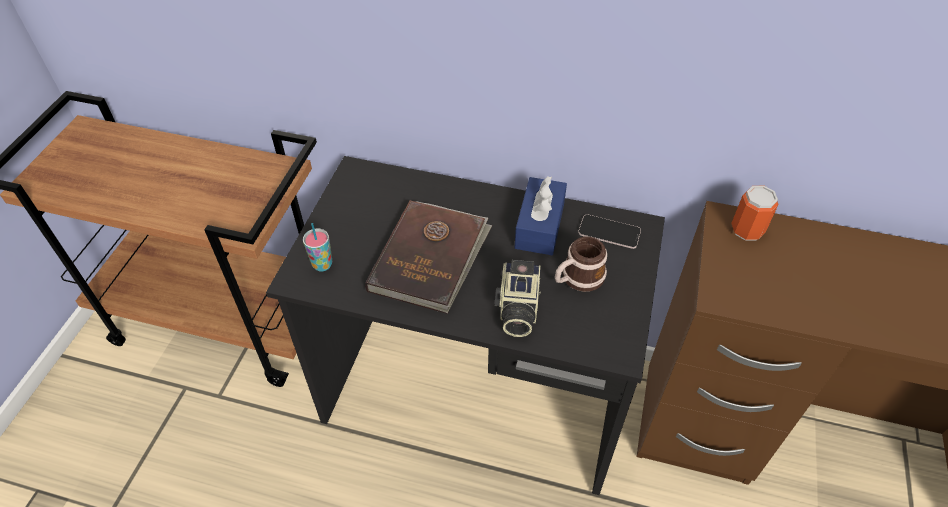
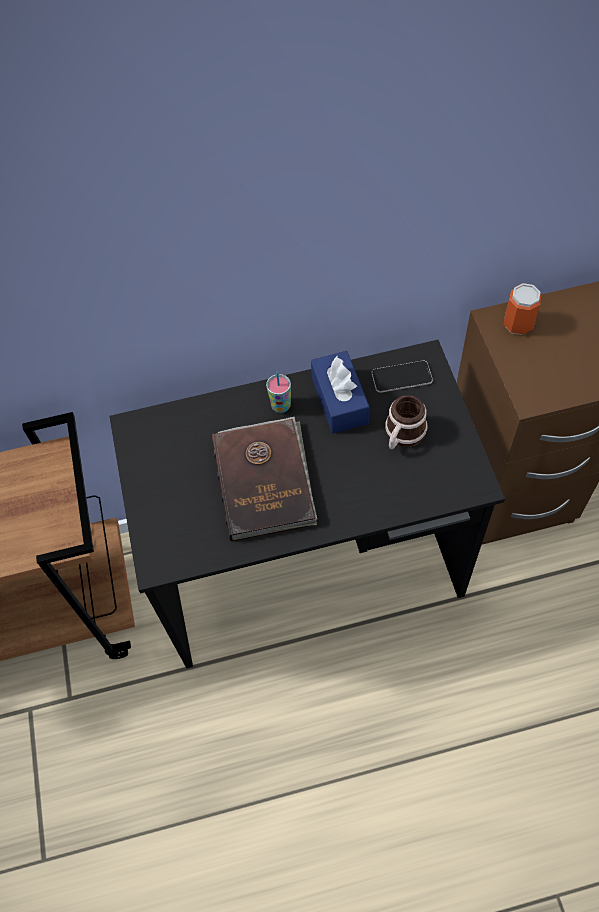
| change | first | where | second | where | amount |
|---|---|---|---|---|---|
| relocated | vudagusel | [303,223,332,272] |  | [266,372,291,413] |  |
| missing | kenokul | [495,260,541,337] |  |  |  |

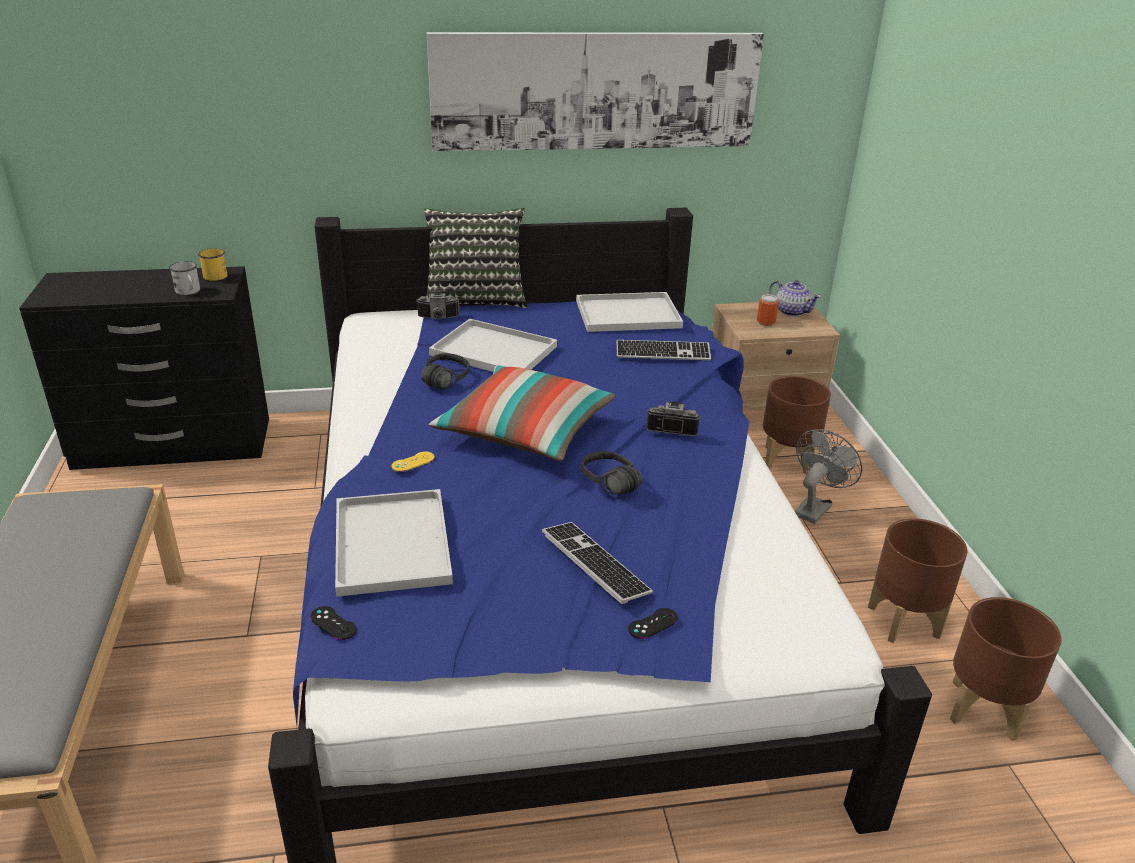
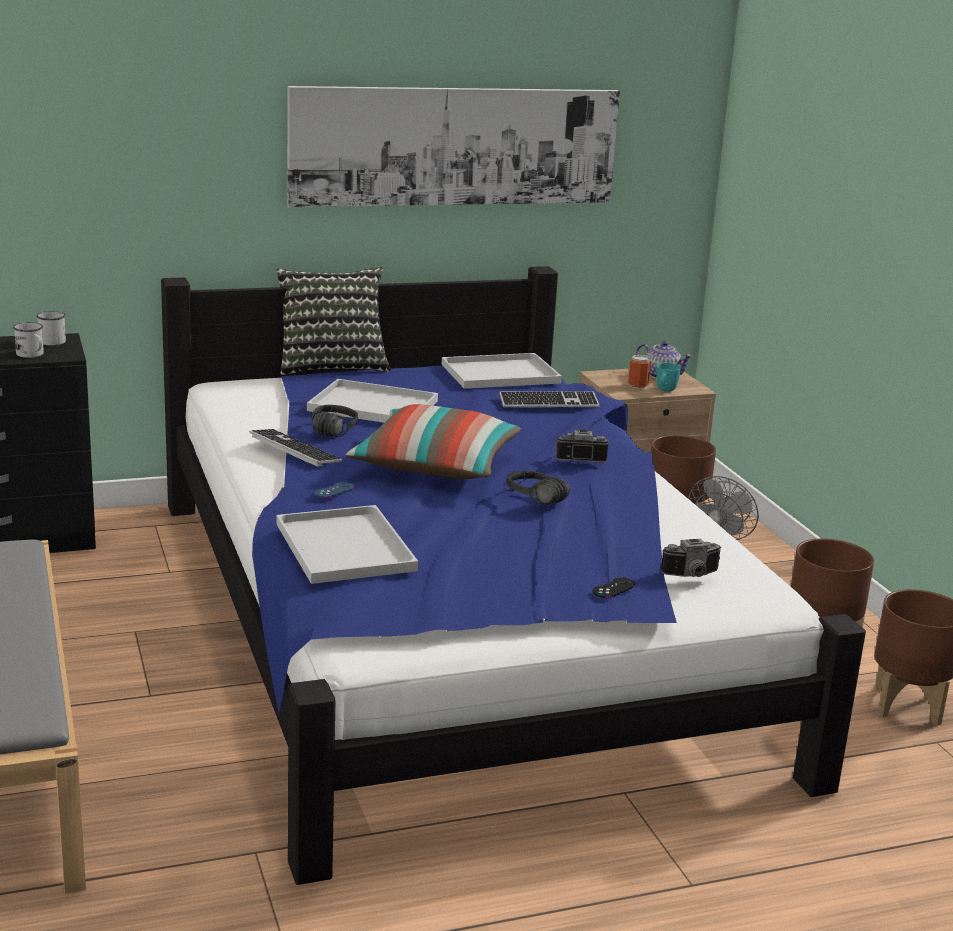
| change | first | where | second | where | amount |
|---|---|---|---|---|---|
| colour | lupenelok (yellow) | [198,248,227,281] | lupenelok (white) | [36,311,66,346] |  |
| missing | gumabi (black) | [310,606,357,640] |  |  |  |
| colour | gumabi (yellow) | [391,452,435,472] | gumabi (blue) | [315,482,355,498] |  |
| relocated | kenokul | [416,293,460,319] |  | [661,539,721,577] |  |
| relocated | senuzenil | [542,522,653,605] |  | [249,429,342,467] |  |
| appeared |  |  | lupenelok (turquoise) | [656,363,681,392] |  |

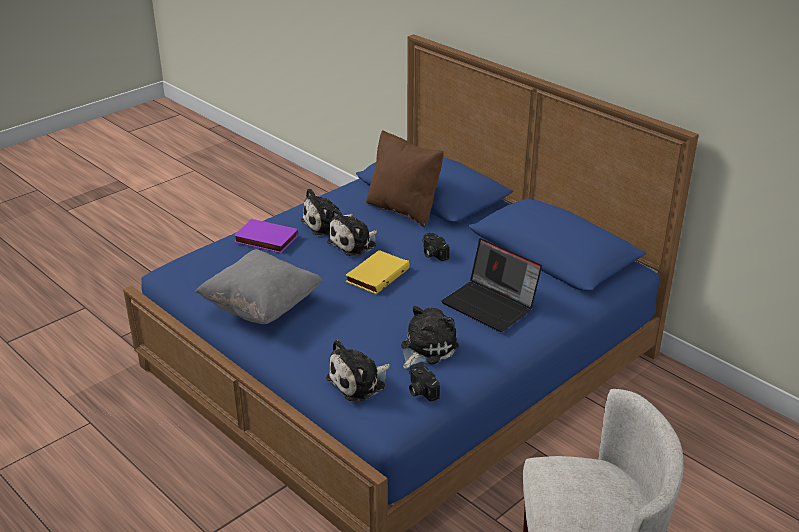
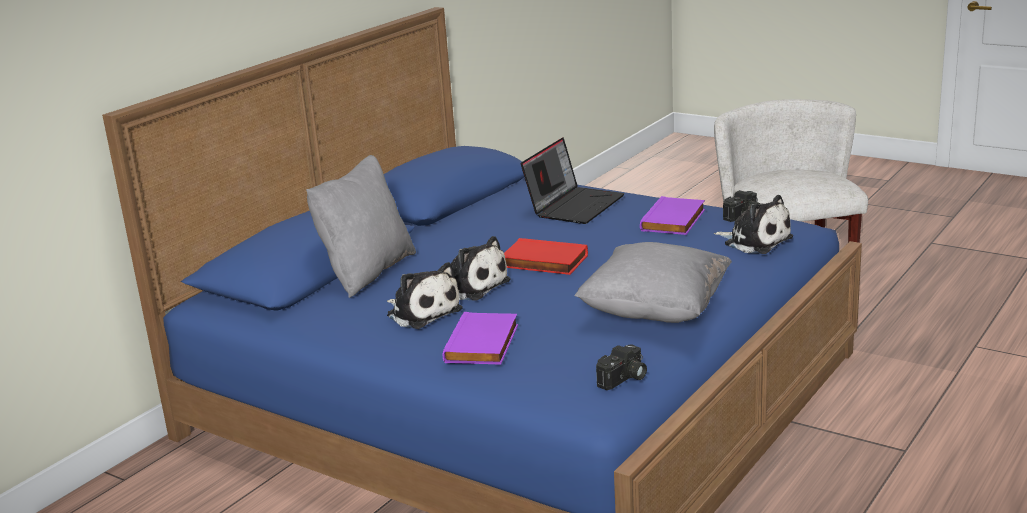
| change | first | where | second | where | amount |
|---|---|---|---|---|---|
| colour | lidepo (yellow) | [346,250,410,294] | lidepo (red) | [504,238,588,275] |  |
| colour | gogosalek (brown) | [366,130,444,228] | gogosalek (grey) | [306,155,416,298] |  |
| exchanged | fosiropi | [401,306,459,369] | lidepo (purple) | [640,196,705,235] |  |
| relocated | kenokul | [422,233,449,261] |  | [596,344,647,390] |  |

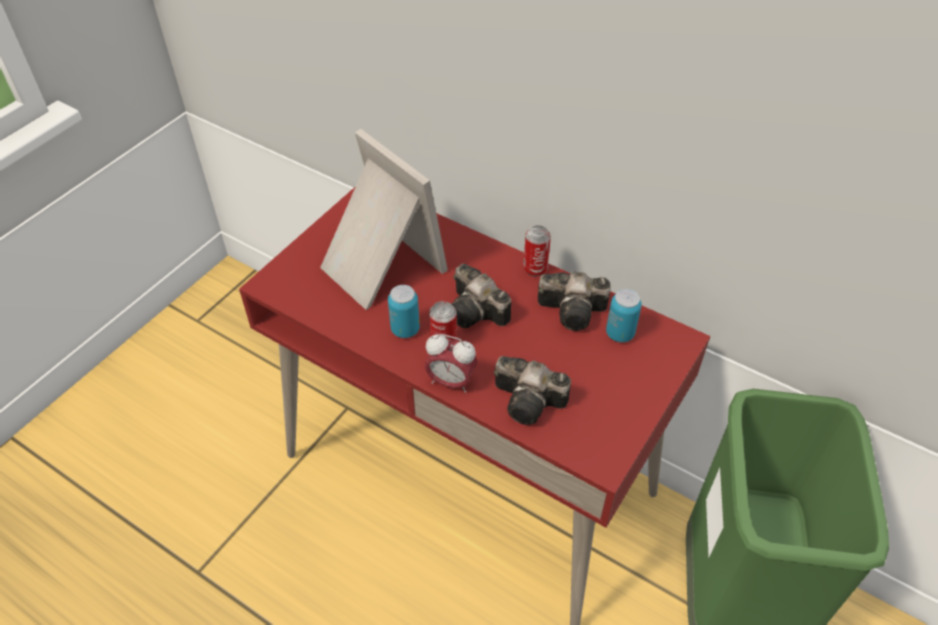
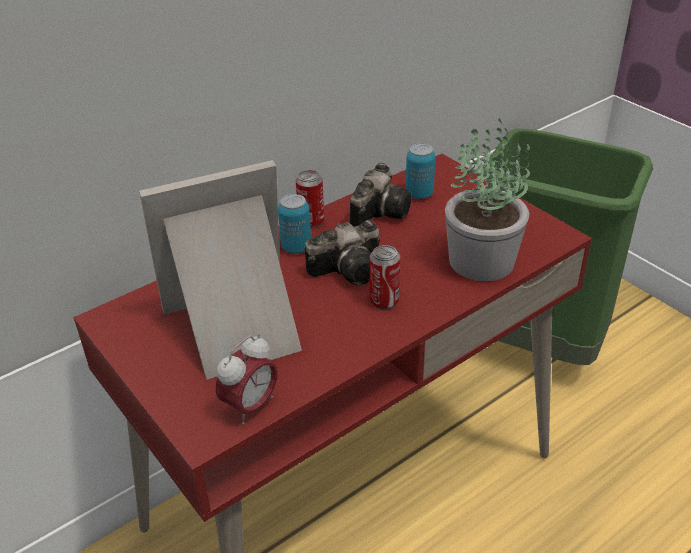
| change | first | where | second | where | amount |
|---|---|---|---|---|---|
| relocated | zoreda | [388,285,420,338] |  | [278,194,311,254] |  |
| relocated | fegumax | [424,334,477,393] |  | [216,335,278,424] |  |
| exchanged | kenokul | [494,356,571,425] | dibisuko | [445,118,530,281] |  |

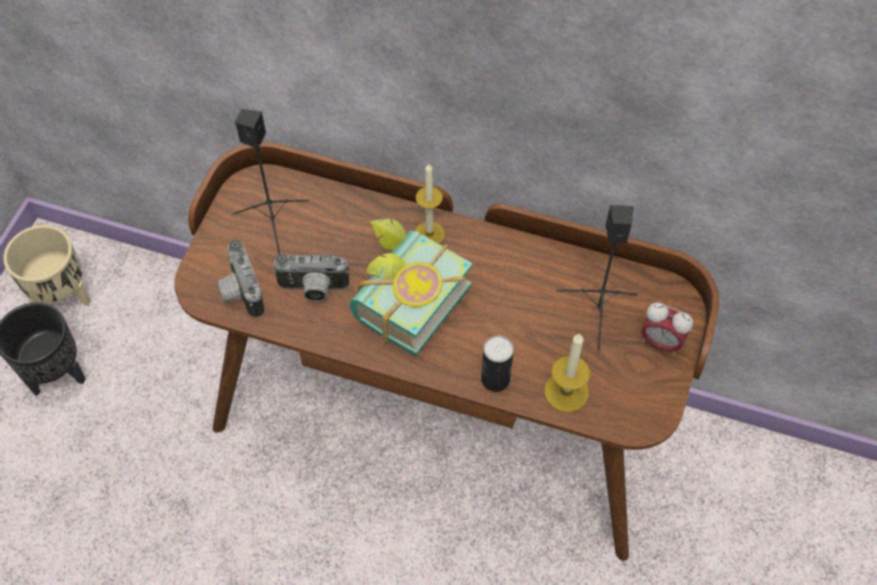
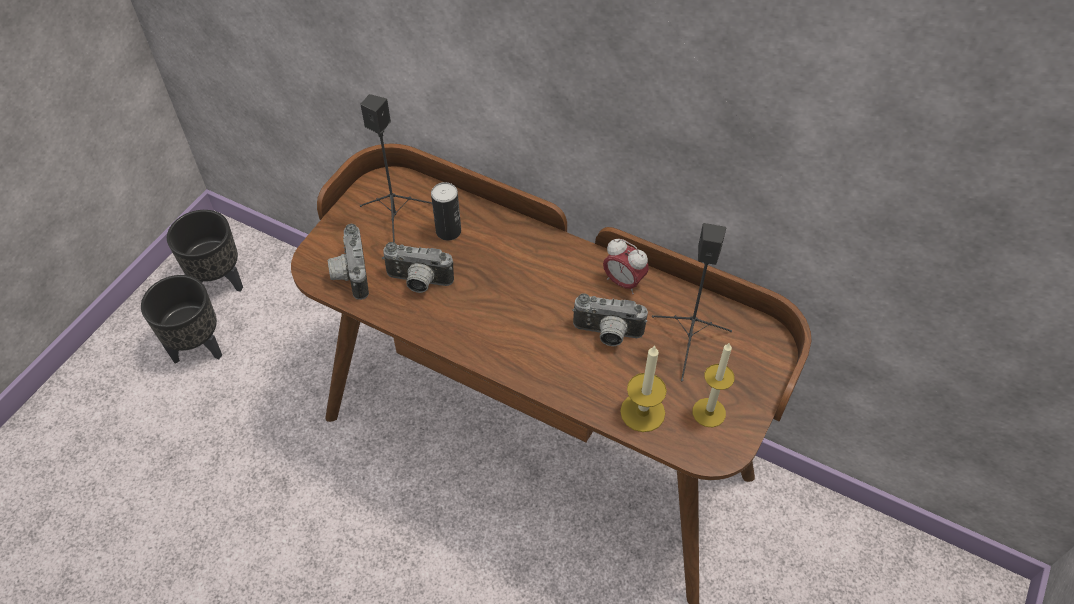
| change | first | where | second | where | amount |
|---|---|---|---|---|---|
| colour | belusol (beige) | [3,225,91,306] | belusol (black) | [167,210,243,292] |  |
| missing | lidepo | [350,218,473,356] |  |  |  |
| relocated | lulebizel | [415,164,445,244] |  | [693,342,735,428] |  |
| relocated | zoreda | [481,336,514,392] |  | [431,182,461,240] |  |
| relocated | fegumax | [641,302,693,355] |  | [603,239,649,294] |  |
| appeared |  |  | kenokul | [572,293,648,346] |  |

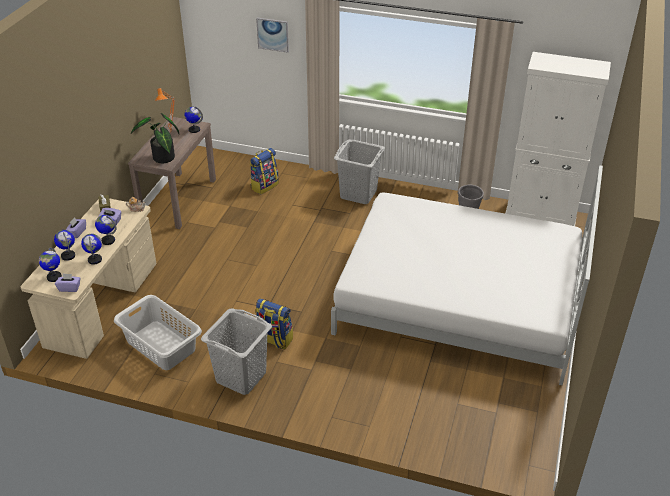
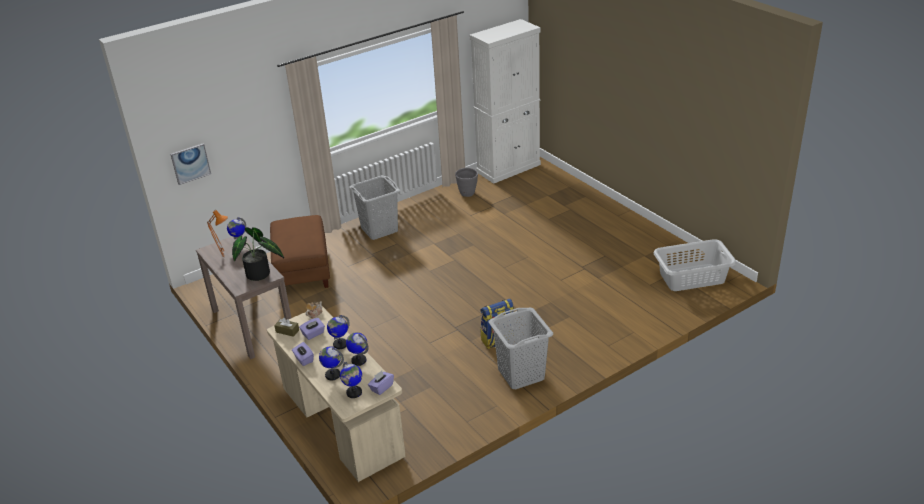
| change | first | where | second | where | amount |
|---|---|---|---|---|---|
| relocated | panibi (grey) | [114,295,202,370] |  | [654,239,736,291] |  |
| exchanged | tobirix | [250,148,279,194] | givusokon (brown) | [270,215,330,288] |  |
| relocated | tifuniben | [256,18,289,53] |  | [170,143,211,185] |  |
| missing | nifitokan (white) | [331,165,603,385] |  |  |  |

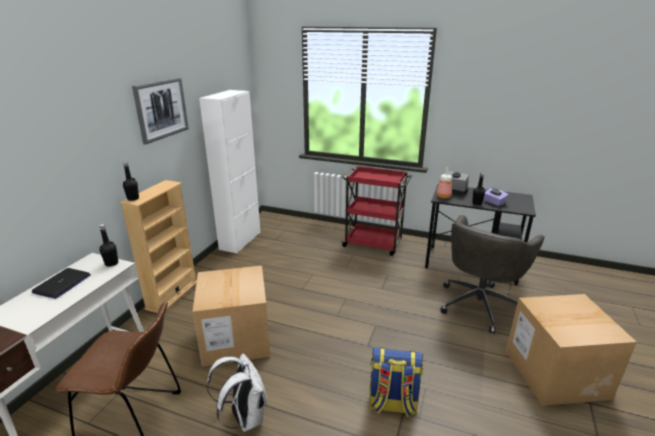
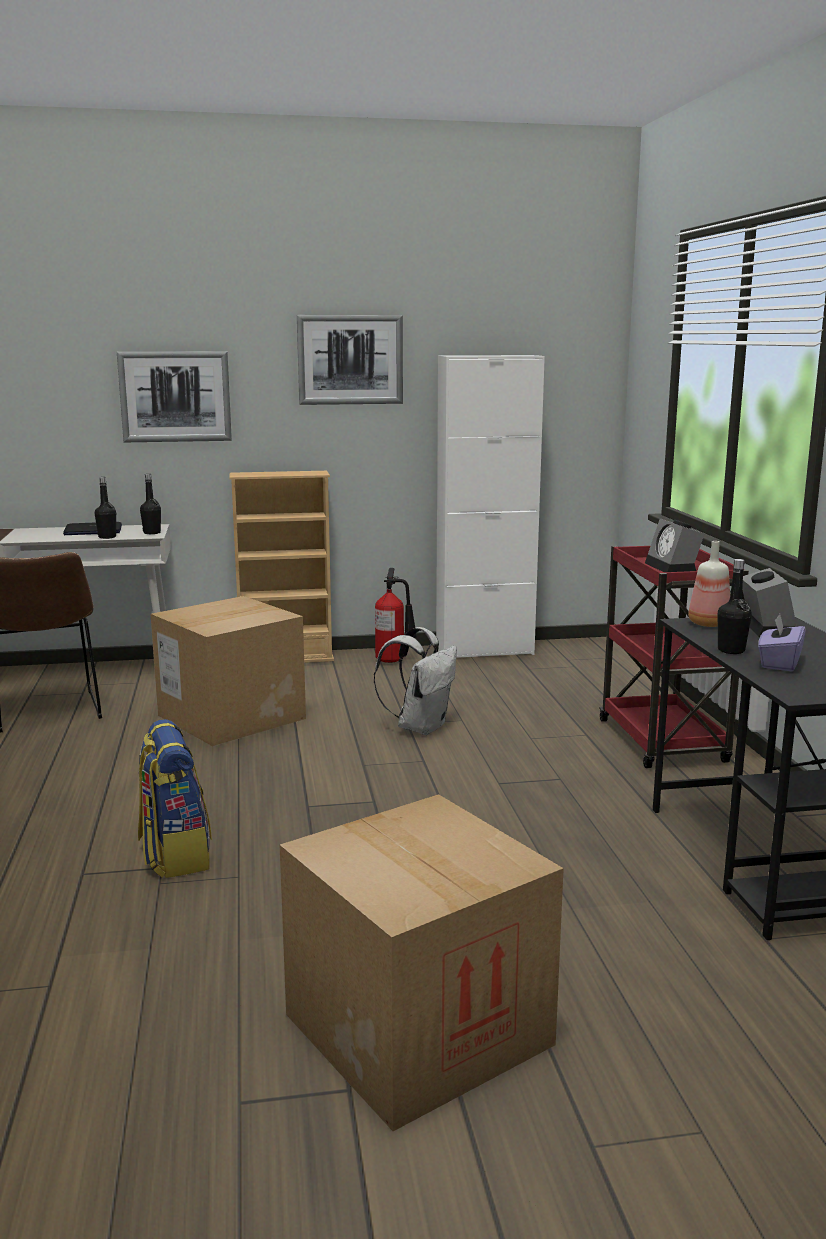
| change | first | where | second | where | amount |
|---|---|---|---|---|---|
| relocated | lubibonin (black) | [123,161,139,201] |  | [95,477,116,539] |  |
| relocated | tobirix (white) | [207,353,267,432] |  | [374,627,457,735] |  |
| missing | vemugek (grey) | [440,215,545,334] |  |  |  |
| appeared |  |  | tifuniben | [117,351,232,442] |  |
| appeared |  |  | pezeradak | [375,568,417,663] |  |
| appeared |  |  | fegumax | [645,518,704,572] |  |

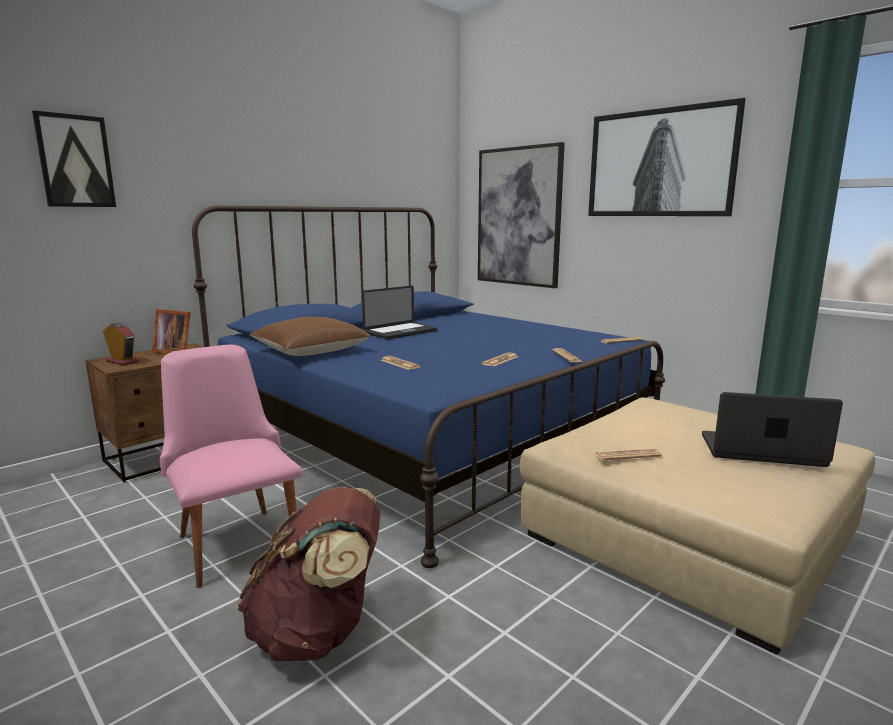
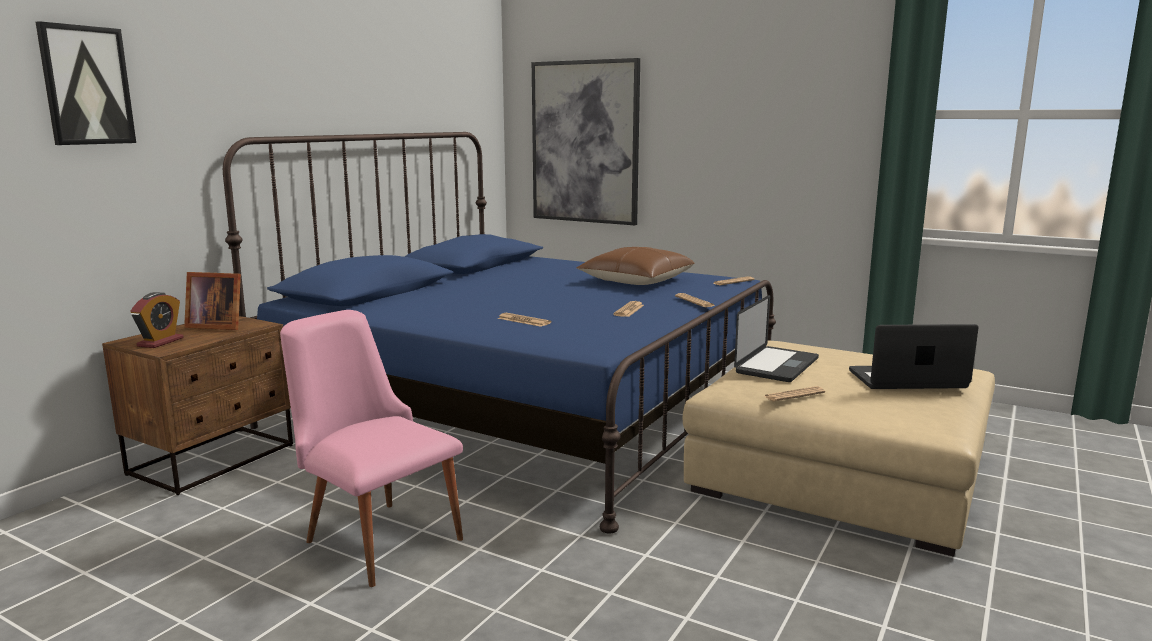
| change | first | where | second | where | amount |
|---|---|---|---|---|---|
| spun | fegumax | [103,323,139,366] |  | [130,292,183,348] | 90 degrees clockwise |
| missing | tobirix (brown) | [238,487,380,661] |  |  |  |
| relocated | gogosalek (brown) | [249,317,370,356] |  | [577,247,695,285] |  |
| relocated | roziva | [362,286,438,339] |  | [734,295,819,382] |  |
| missing | tifuniben | [588,98,746,216] |  |  |  |

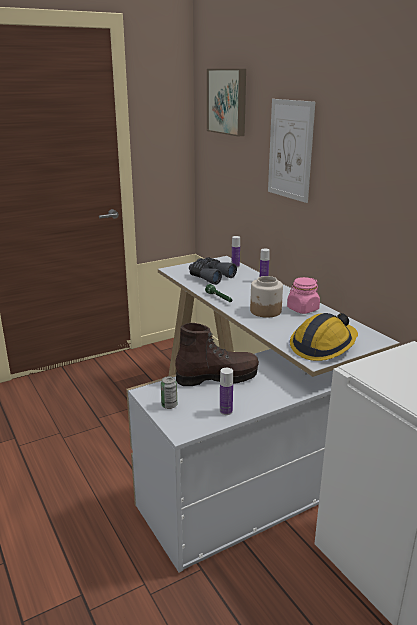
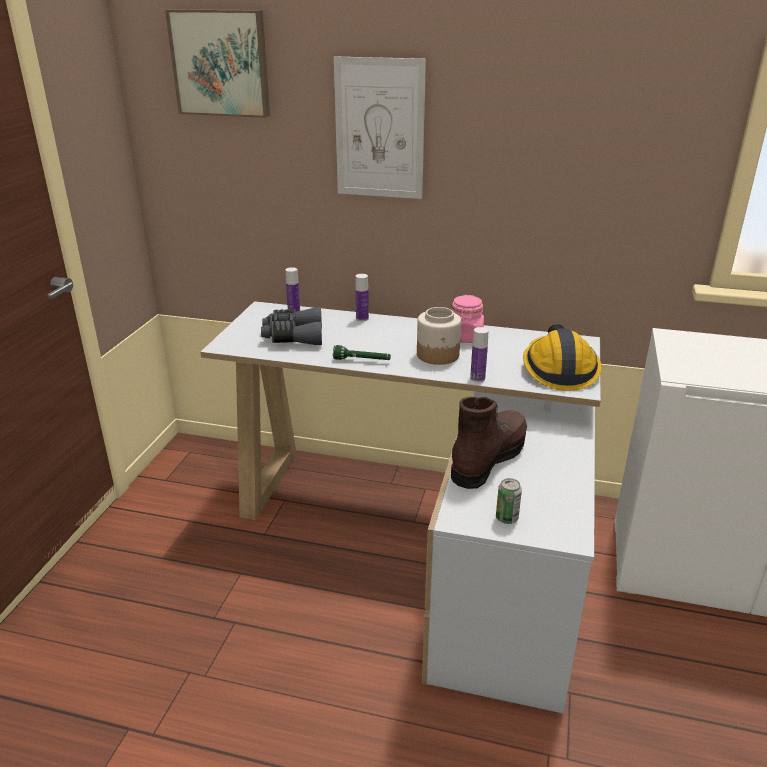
| change | first | where | second | where | amount |
|---|---|---|---|---|---|
| relocated | lubibonin | [220,368,233,415] |  | [470,327,489,382] |  |

